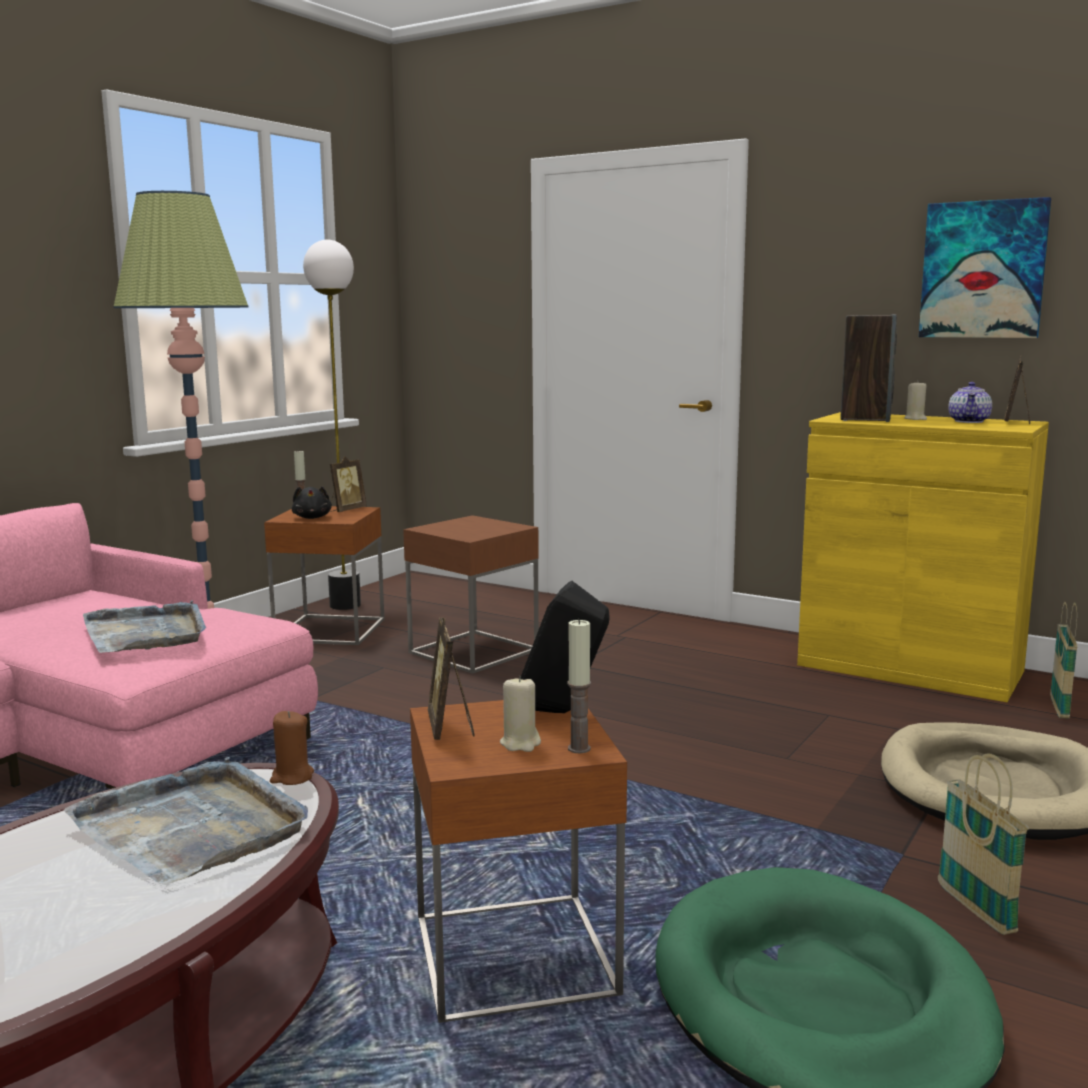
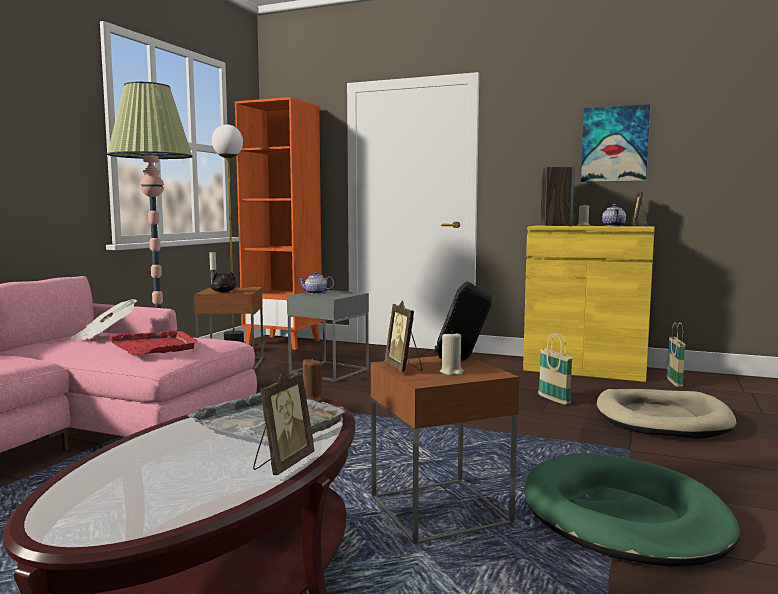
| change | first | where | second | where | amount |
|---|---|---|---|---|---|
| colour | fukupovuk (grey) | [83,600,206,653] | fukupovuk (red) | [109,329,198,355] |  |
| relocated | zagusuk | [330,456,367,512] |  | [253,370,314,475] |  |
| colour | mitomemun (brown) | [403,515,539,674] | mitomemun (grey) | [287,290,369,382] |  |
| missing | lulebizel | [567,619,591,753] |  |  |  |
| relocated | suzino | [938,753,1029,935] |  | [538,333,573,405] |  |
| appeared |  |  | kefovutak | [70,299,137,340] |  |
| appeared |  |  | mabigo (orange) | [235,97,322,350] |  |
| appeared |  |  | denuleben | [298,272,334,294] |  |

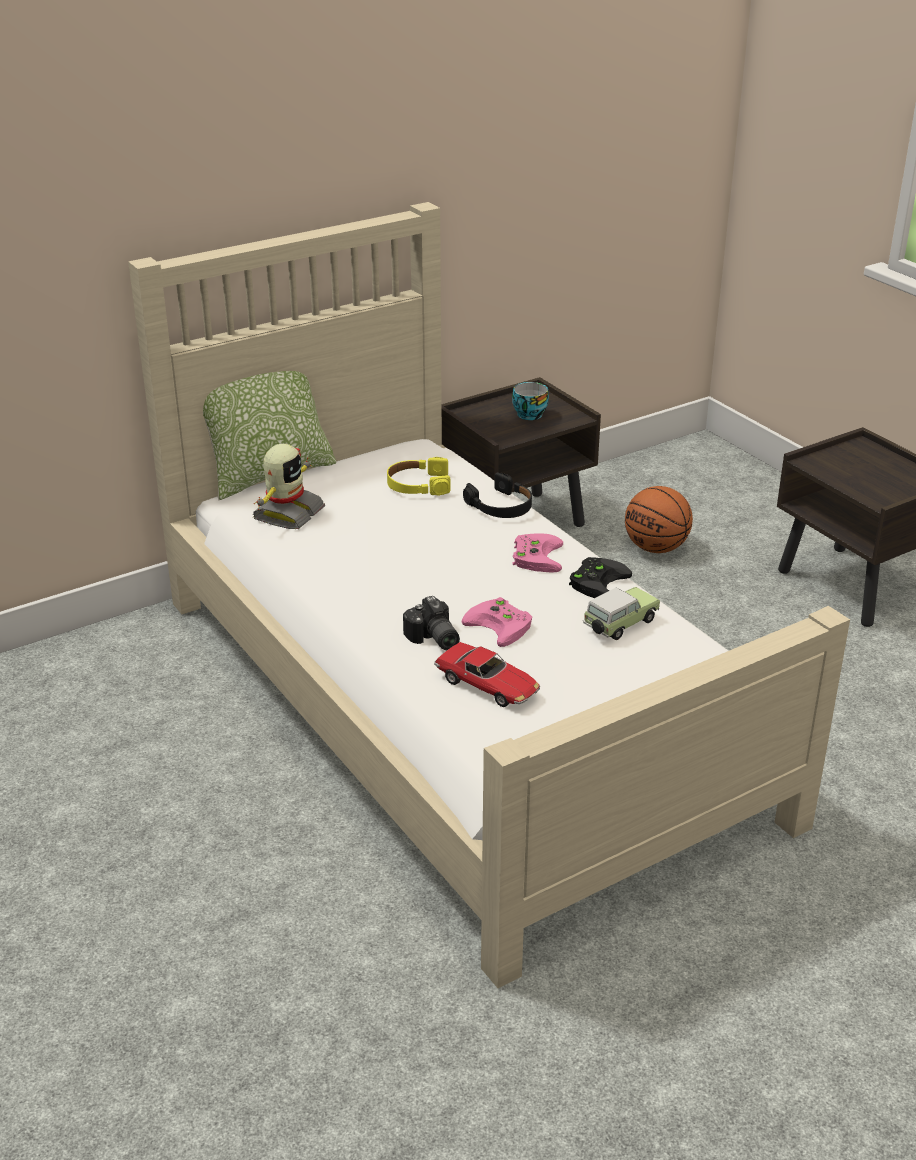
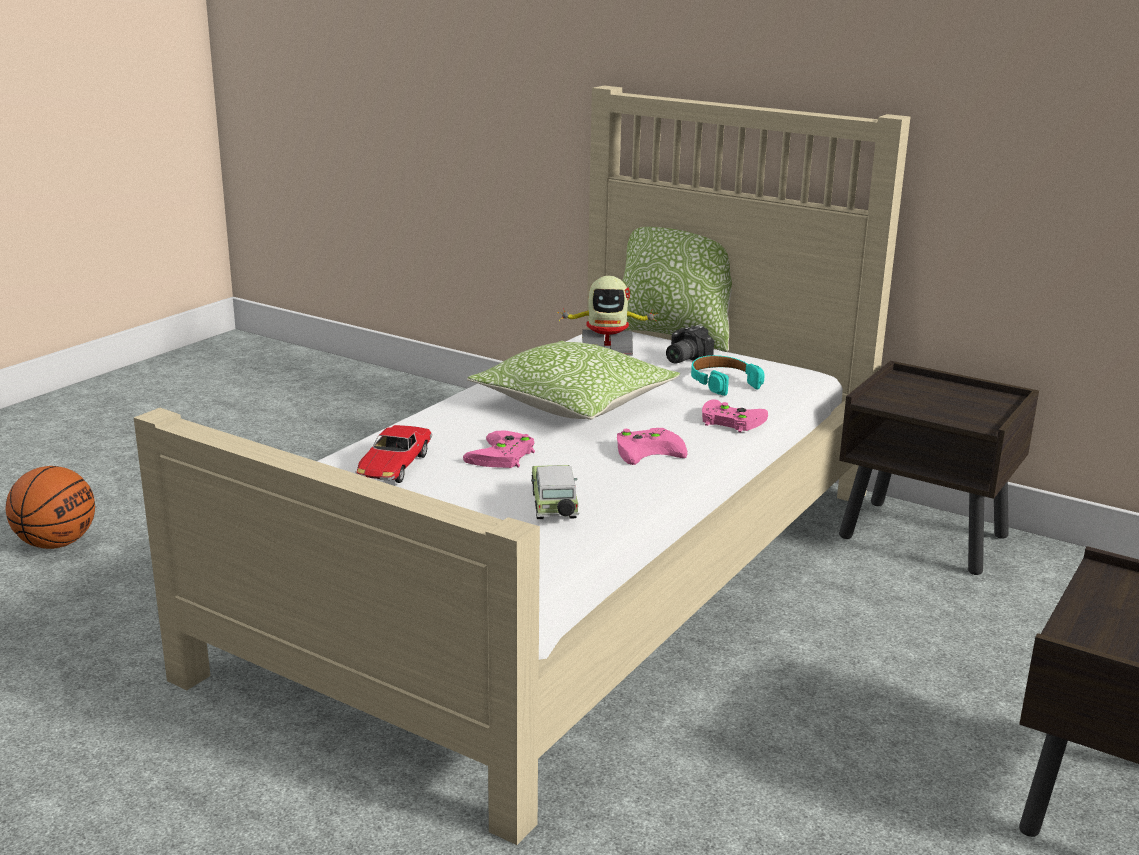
| change | first | where | second | where | amount |
|---|---|---|---|---|---|
| colour | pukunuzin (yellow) | [387,457,450,496] | pukunuzin (turquoise) | [691,355,764,396] |  |
| relocated | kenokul | [403,596,460,650] |  | [666,325,714,364] |  |
| exchanged | pukunuzin (black) | [463,472,532,518] | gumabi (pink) | [702,399,768,433] |  |
| missing | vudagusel | [512,382,549,420] |  |  |  |
| missing | gumabi (black) | [569,557,632,598] |  |  |  |
| spun | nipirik | [583,587,660,640] |  | [531,465,579,519] | 120 degrees counterclockwise |
| relocated | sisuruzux | [625,486,693,553] |  | [6,466,95,549] |  |
| appeared |  |  | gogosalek | [467,341,680,420] |  |

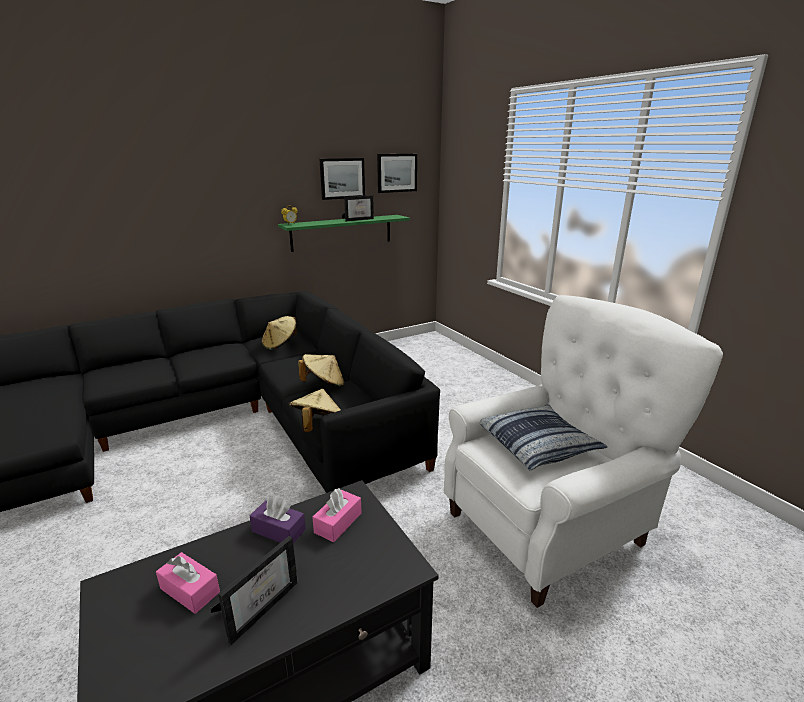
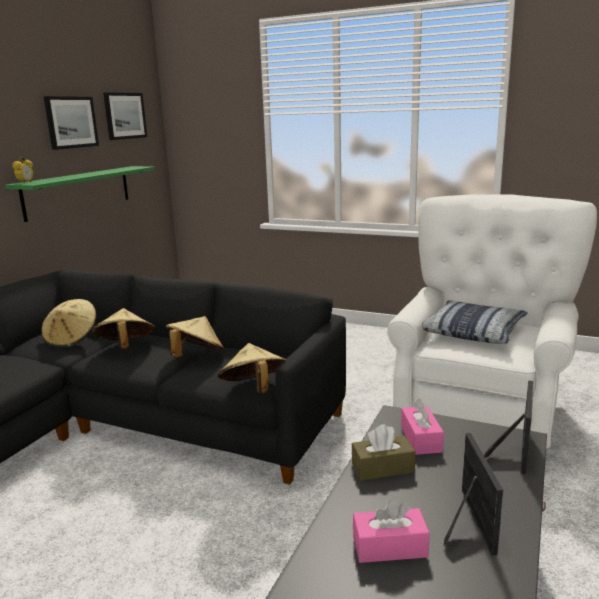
| change | first | where | second | where | amount |
|---|---|---|---|---|---|
| colour | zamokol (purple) | [250,497,306,544] | zamokol (brown) | [352,424,416,481] |  |
| relocated | zagusuk | [342,195,374,221] |  | [484,381,533,474] |  |
| appeared |  |  | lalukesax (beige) | [92,308,155,349] |  |

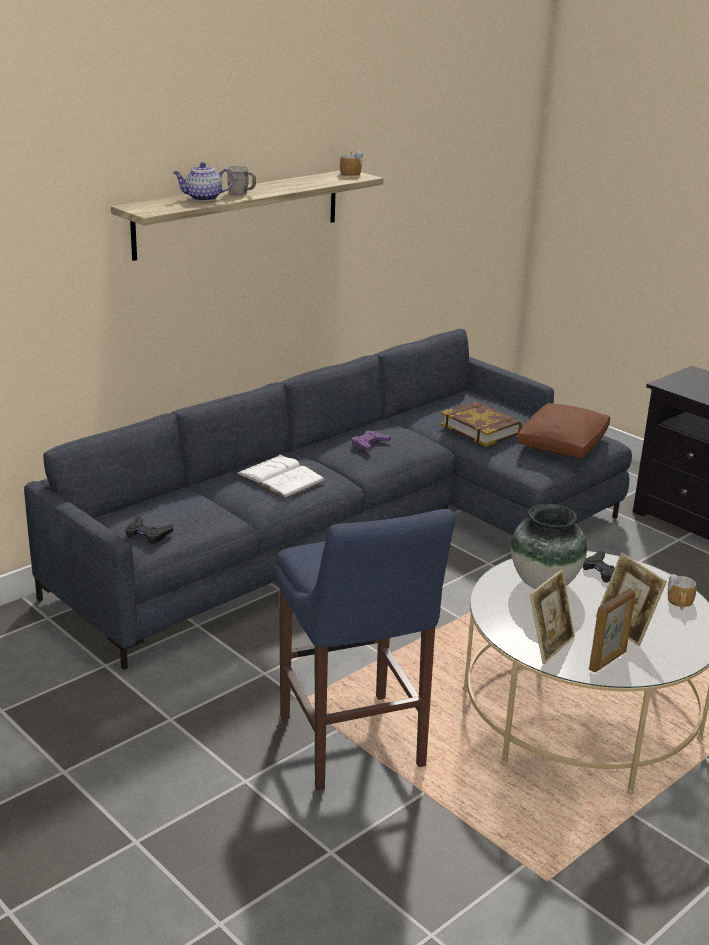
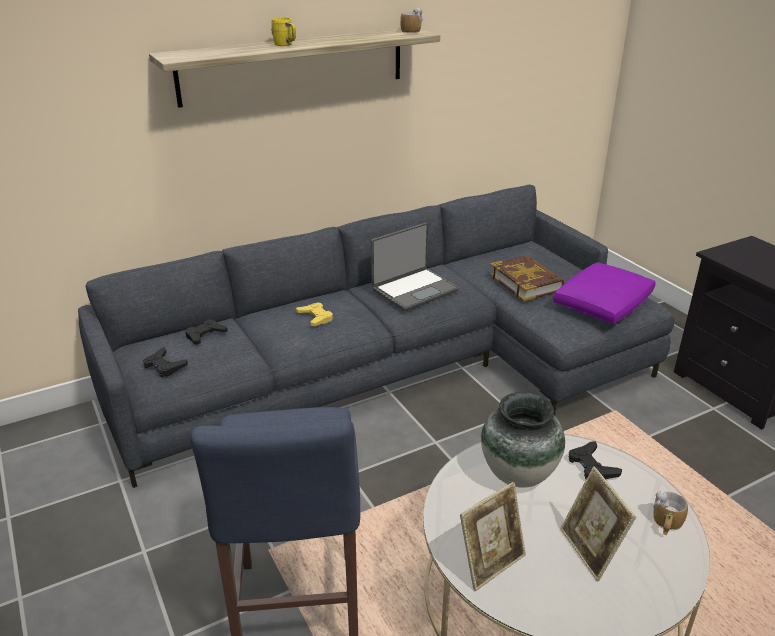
| change | first | where | second | where | amount |
|---|---|---|---|---|---|
| missing | denuleben | [173,162,234,201] |  |  |  |
| colour | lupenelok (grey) | [227,166,256,195] | lupenelok (yellow) | [271,17,296,46] |  |
| exchanged | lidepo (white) | [236,454,326,498] | gumabi (yellow) | [296,302,333,326] |  |
| exchanged | gumabi (purple) | [352,430,391,451] | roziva | [371,223,459,311] |  |
| colour | gogosalek (brown) | [517,403,610,458] | gogosalek (purple) | [553,262,656,324] |  |
| missing | zagusuk | [589,588,636,672] |  |  |  |
| appeared |  |  | gumabi (black) | [185,319,228,345] |  |

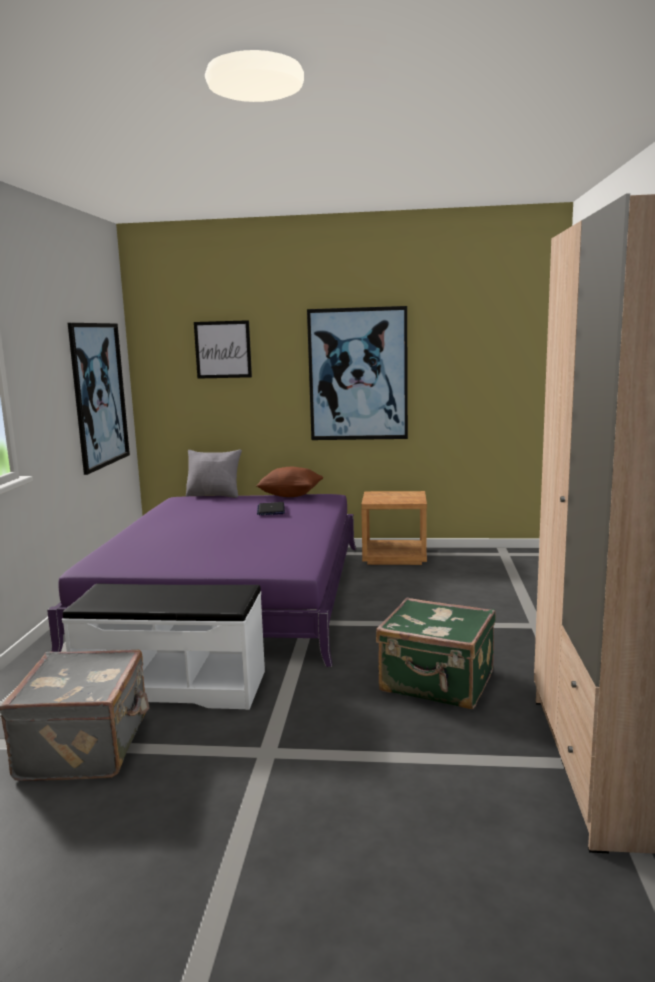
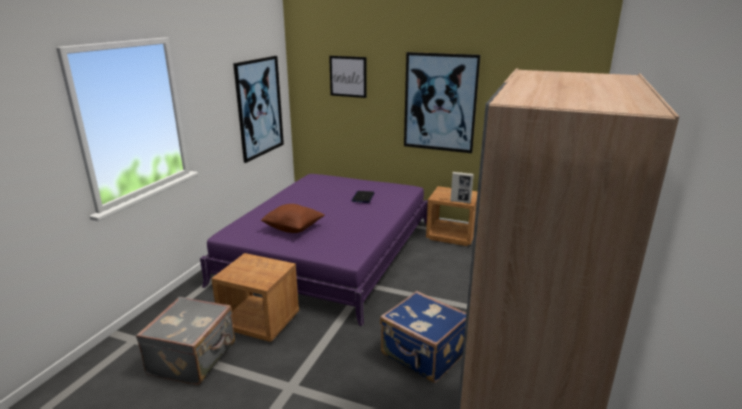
| change | first | where | second | where | amount |
|---|---|---|---|---|---|
| exchanged | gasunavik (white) | [62,583,265,710] | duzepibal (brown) | [211,253,299,342] |  |
| missing | gogosalek (grey) | [186,449,242,498] |  |  |  |
| relocated | gogosalek (brown) | [256,467,324,497] |  | [261,204,325,233] |  |
| colour | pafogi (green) | [376,597,496,709] | pafogi (blue) | [380,291,466,383] |  |
| appeared |  |  | zagusuk | [451,172,474,204] |  |

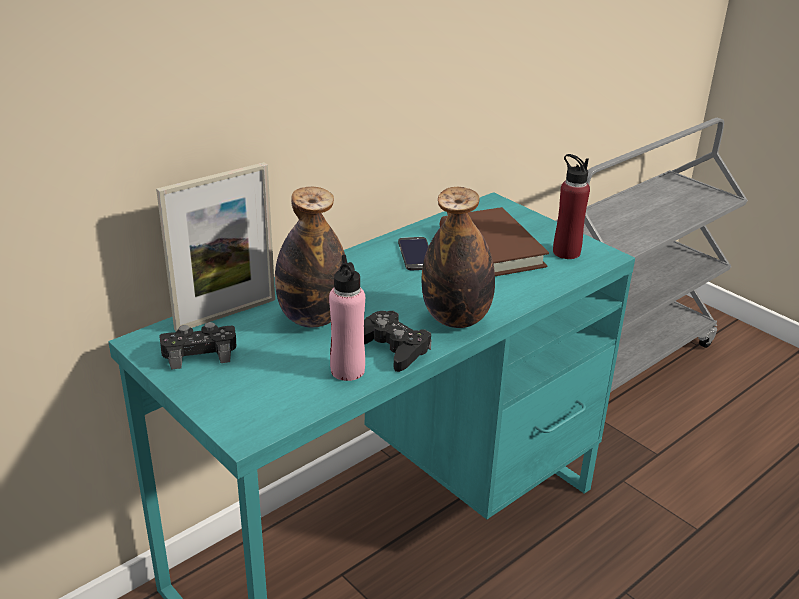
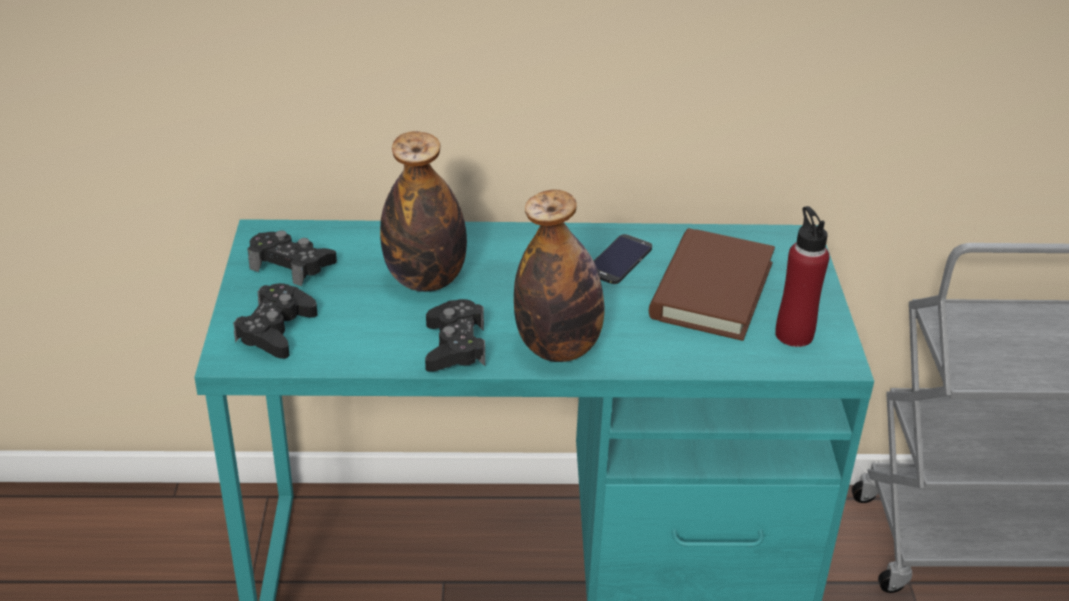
| change | first | where | second | where | amount |
|---|---|---|---|---|---|
| missing | zagusuk | [156,162,275,331] |  |  |  |
| missing | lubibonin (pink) | [329,255,365,381] |  |  |  |
| appeared |  |  | gumabi (black) | [233,283,317,359] |  |

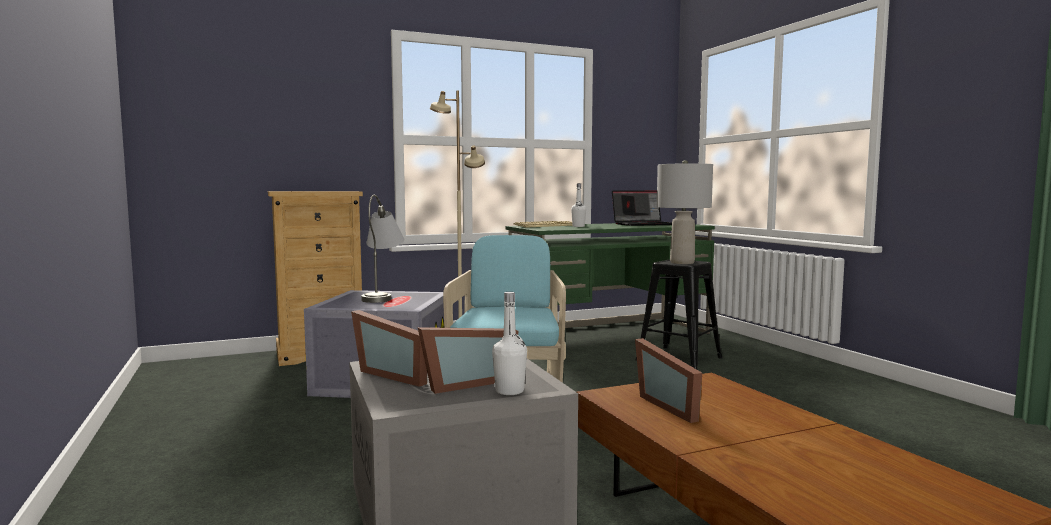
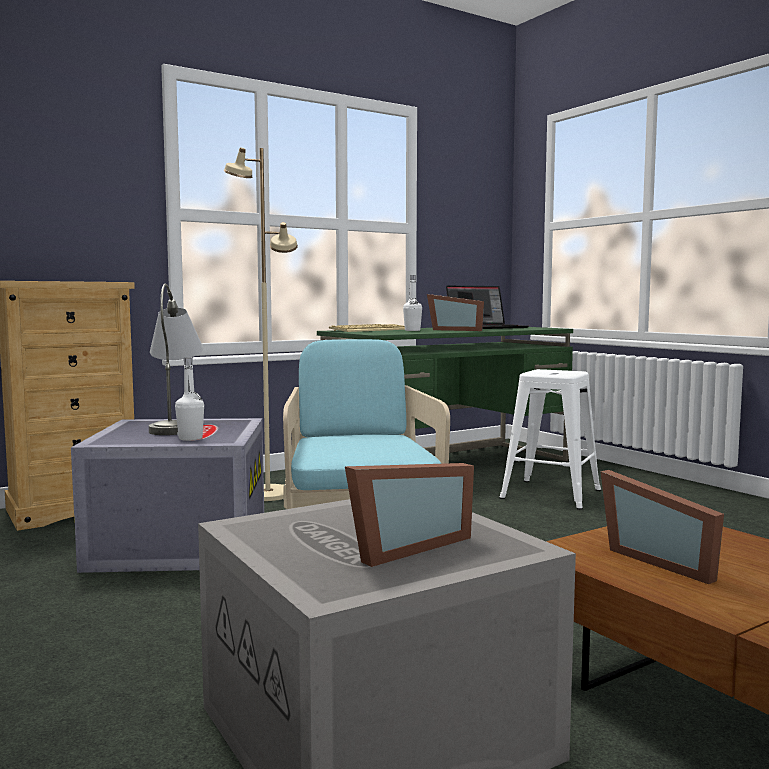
| change | first | where | second | where | amount |
|---|---|---|---|---|---|
| relocated | zagusuk | [351,310,427,387] |  | [427,294,484,331] |  |
| relocated | lubibonin (white) | [492,292,527,395] |  | [175,357,204,441] |  |
| colour | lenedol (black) | [635,259,723,370] | lenedol (white) | [499,369,601,510] |  |
| missing | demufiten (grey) | [657,160,713,264] |  |  |  |

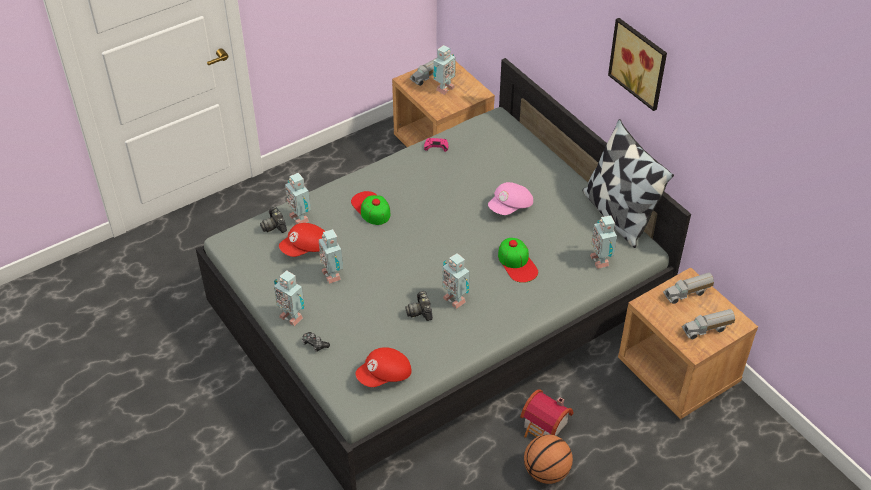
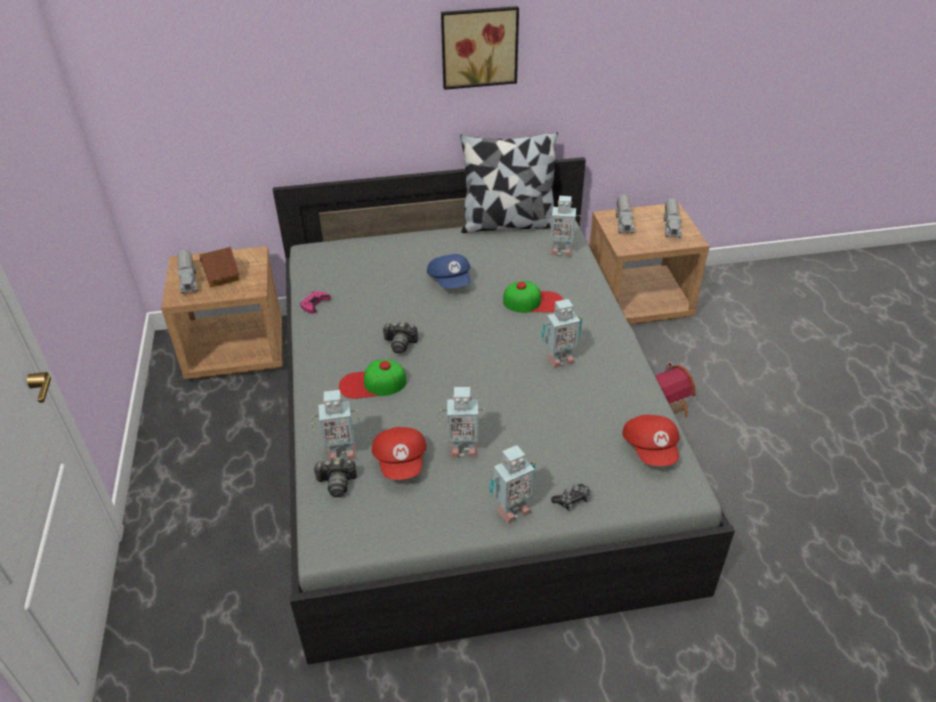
| change | first | where | second | where | amount |
|---|---|---|---|---|---|
| relocated | kenokul | [405,291,433,321] |  | [382,321,418,354] |  |
| exchanged | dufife | [433,45,456,95] | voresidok | [199,247,239,288] |  |
| colour | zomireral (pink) | [488,182,533,215] | zomireral (blue) | [427,254,471,288] |  |
| missing | sisuruzux | [524,434,573,484] |  |  |  |

